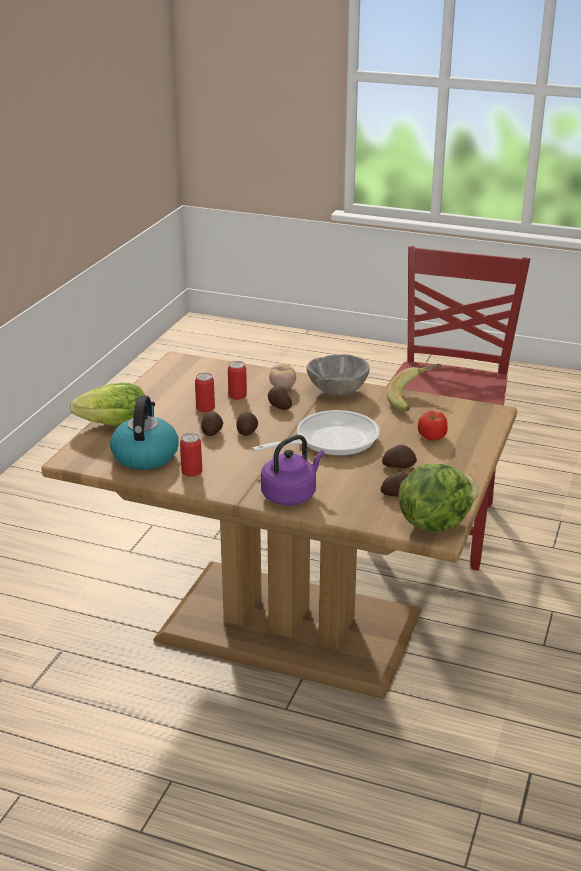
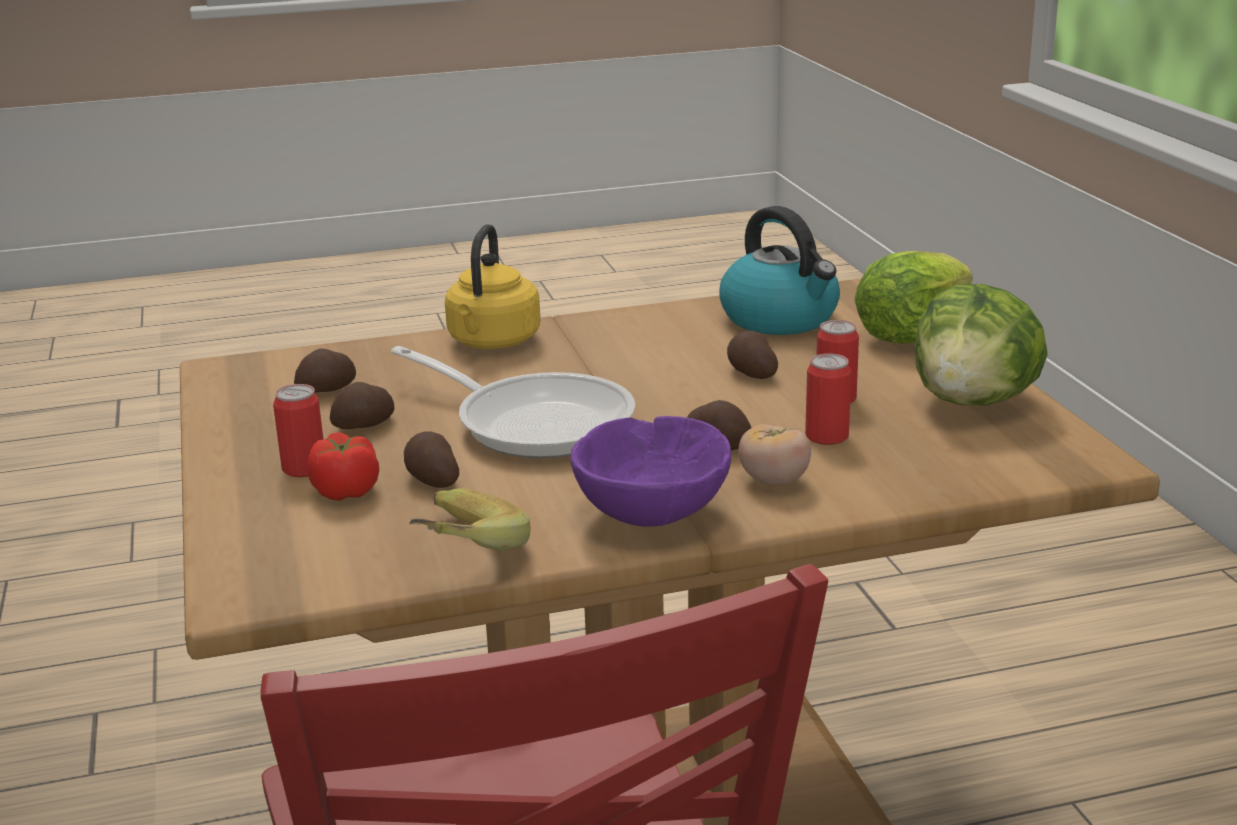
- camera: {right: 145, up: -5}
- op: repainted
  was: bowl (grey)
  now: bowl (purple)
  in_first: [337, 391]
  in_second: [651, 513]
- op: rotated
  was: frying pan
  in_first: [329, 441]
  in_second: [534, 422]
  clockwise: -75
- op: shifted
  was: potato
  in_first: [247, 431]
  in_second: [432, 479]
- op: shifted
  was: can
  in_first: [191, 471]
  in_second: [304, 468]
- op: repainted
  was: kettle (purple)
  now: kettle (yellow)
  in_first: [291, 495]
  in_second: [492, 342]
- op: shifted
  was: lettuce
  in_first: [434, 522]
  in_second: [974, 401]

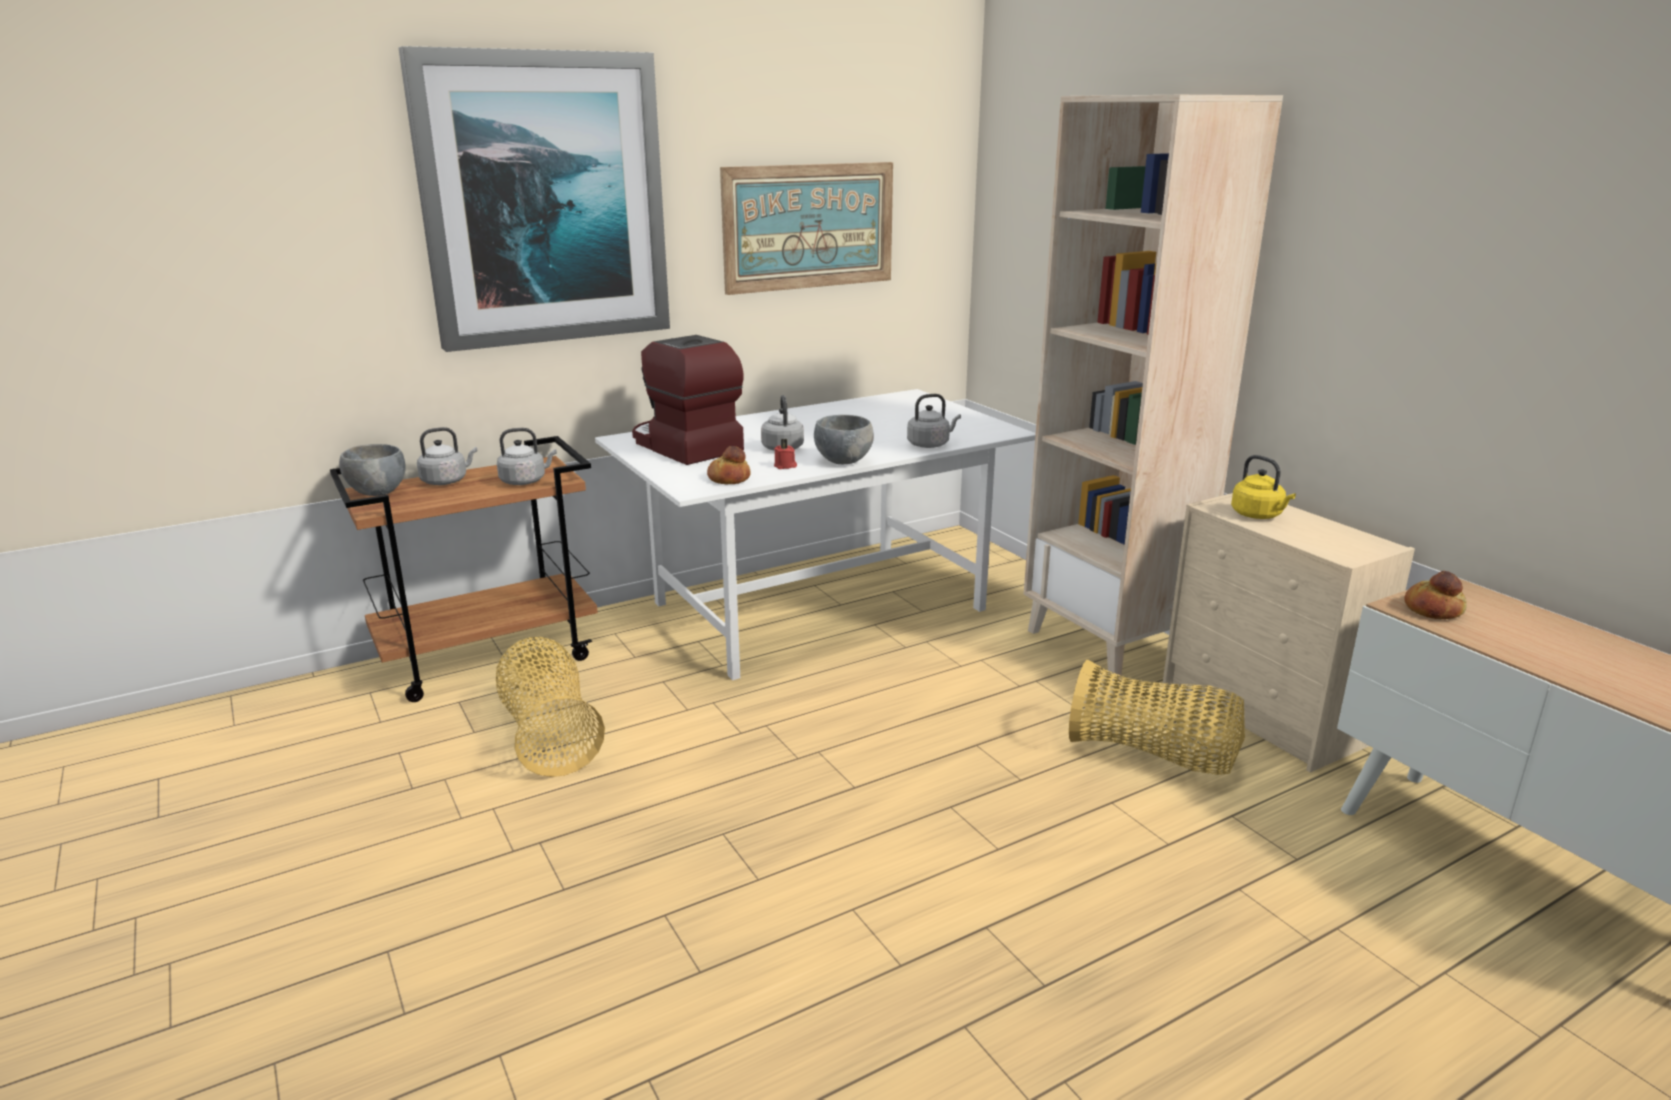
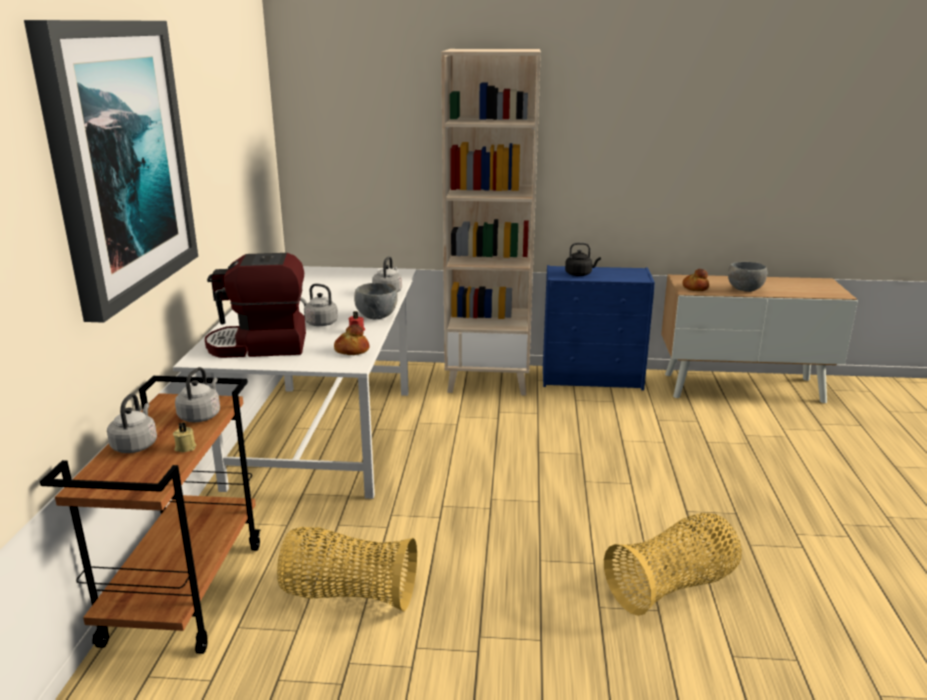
- camera: {right: -55, up: 0}
- op: gone
  was: picture
  in_first: [809, 226]
- op: shifted
  was: bowl (grey)
  in_first: [377, 493]
  in_second: [745, 290]
- op: repainted
  was: kettle (yellow)
  now: kettle (black)
  in_first: [1258, 515]
  in_second: [580, 274]
- op: repainted
  was: dresser (beige)
  now: dresser (blue)
  in_first: [1263, 716]
  in_second: [593, 378]
- op: shifted
  was: basket
  in_first: [1153, 755]
  in_second: [672, 587]
- op: new
  now: candle (beige)
  in_second: [185, 447]

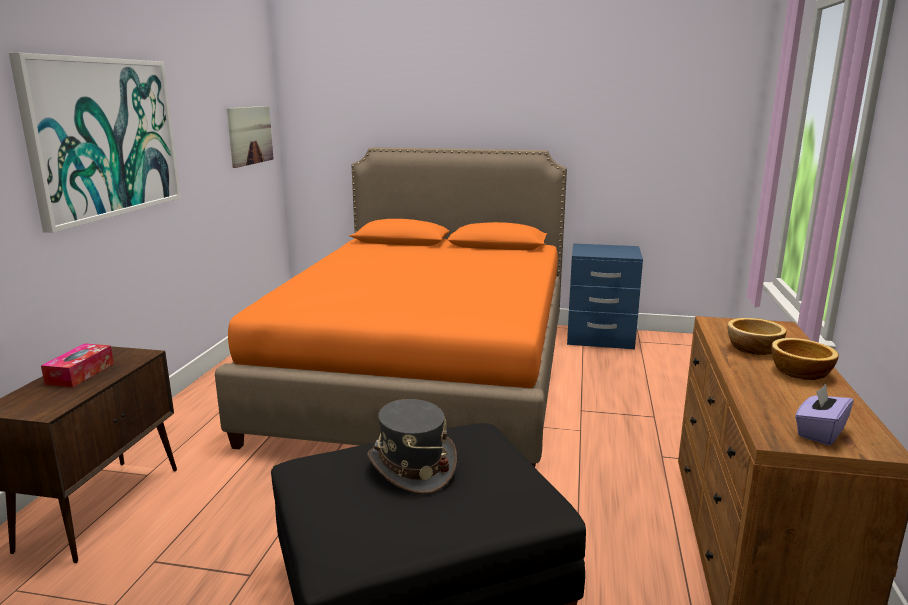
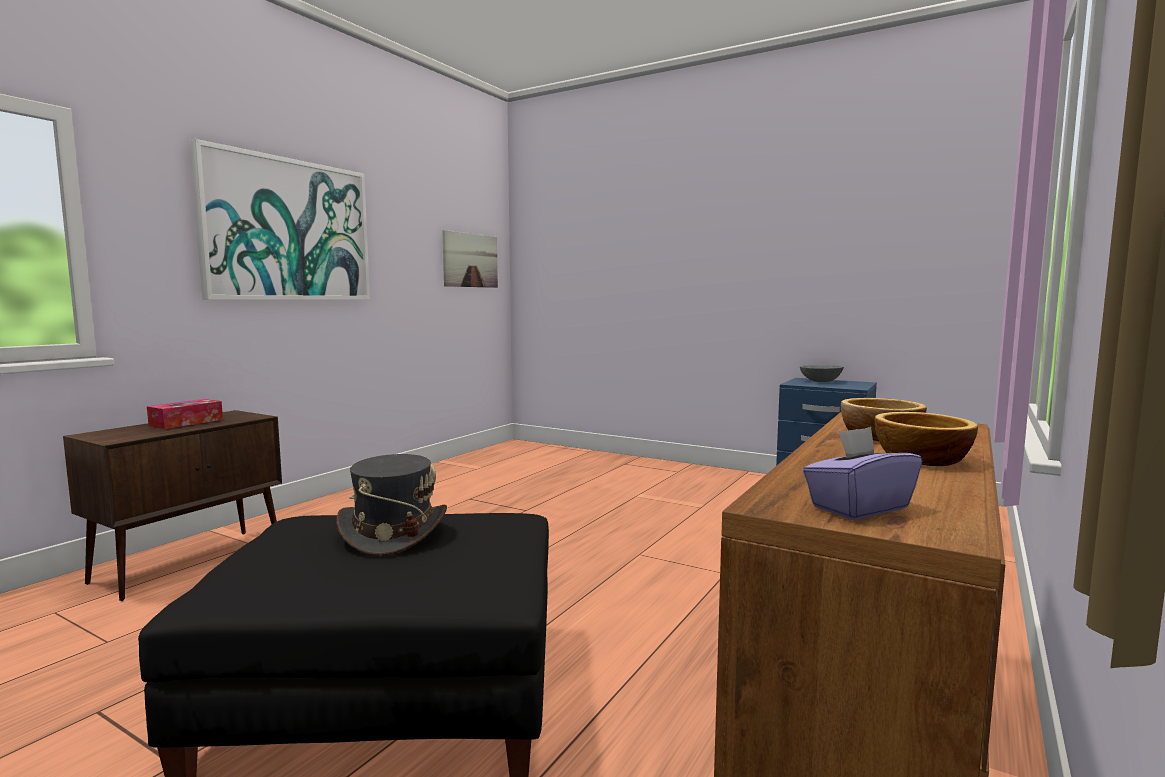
- camera: {right: 20, up: -10}
- op: gone
  was: bed (orange)
  in_first: [425, 375]
- op: new
  now: bowl (grey)
  in_second: [821, 381]

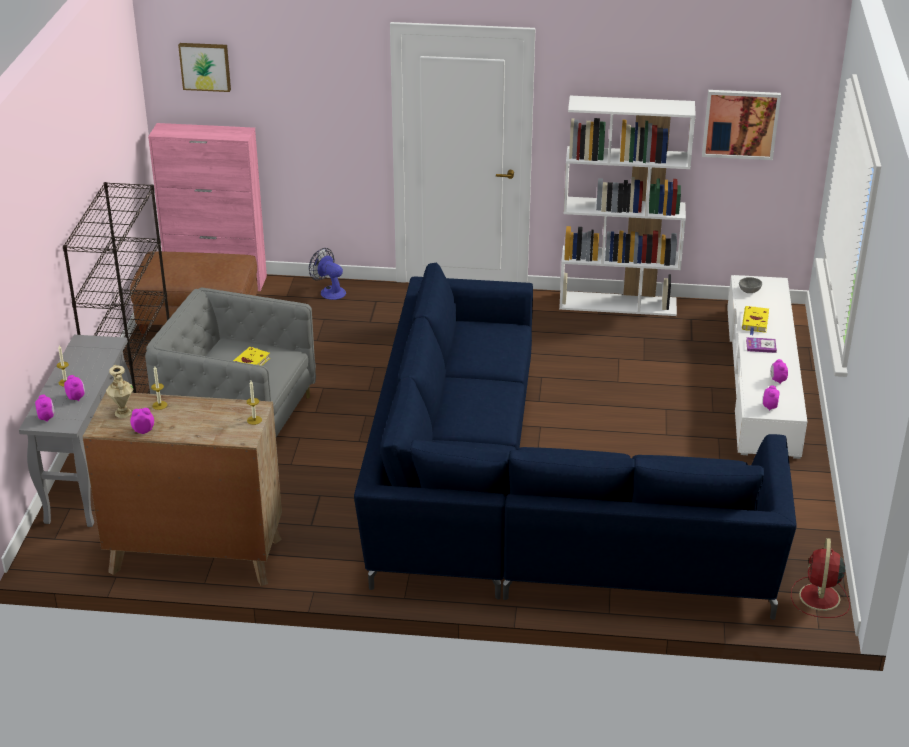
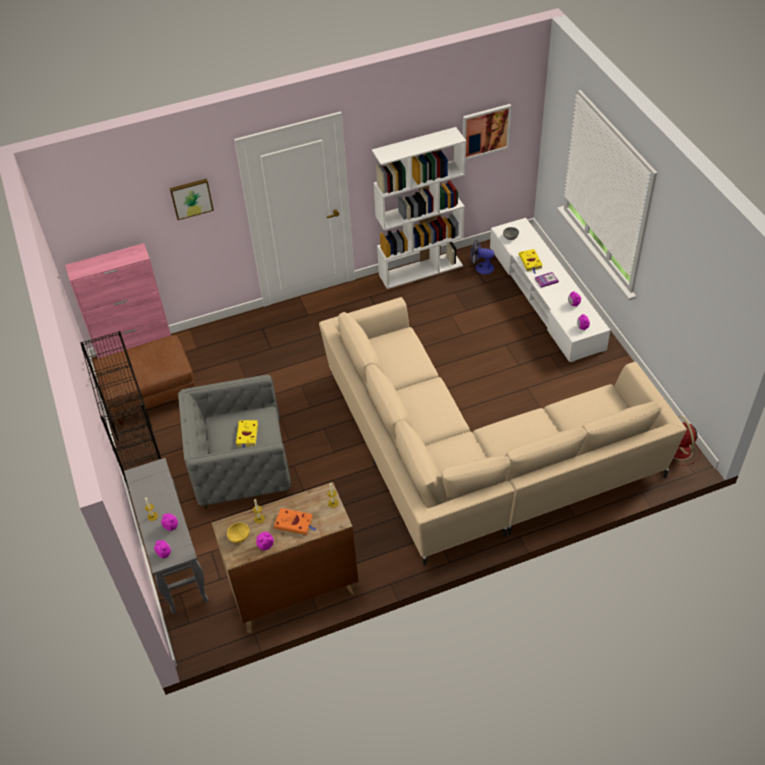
- camera: {right: -25, up: 15}
- op: shifted
  was: picture
  in_first: [205, 66]
  in_second: [191, 198]
- op: shifted
  was: fan
  in_first: [329, 291]
  in_second: [481, 267]
- op: repainted
  was: sofa (blue)
  now: sofa (beige)
  in_first: [524, 508]
  in_second: [473, 459]
- op: swapped
  was: vase (beige)
  now: bowl (yellow)
  in_first: [122, 412]
  in_second: [238, 536]
- op: new
  now: book (orange)
  in_second: [295, 523]

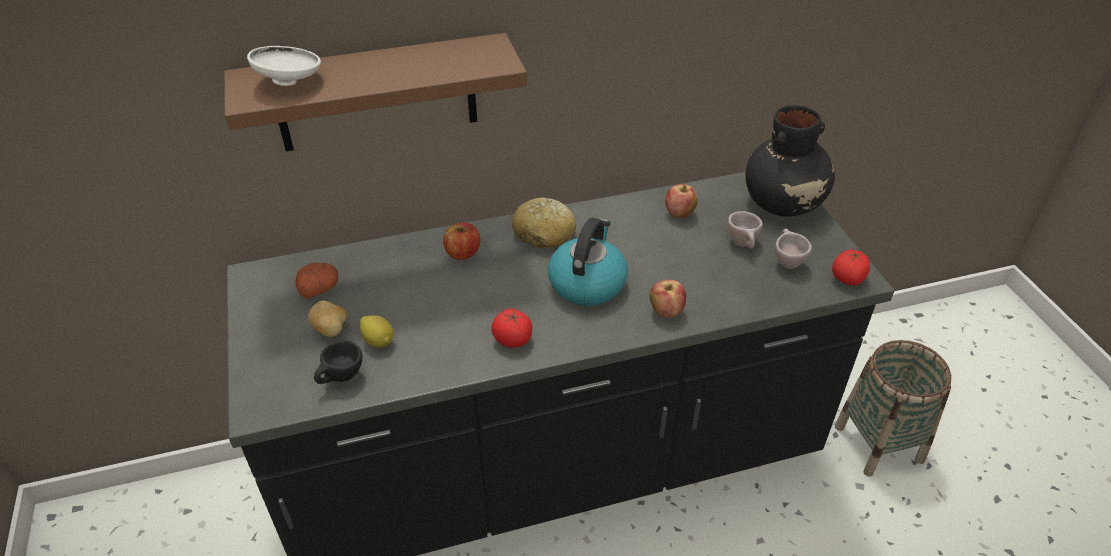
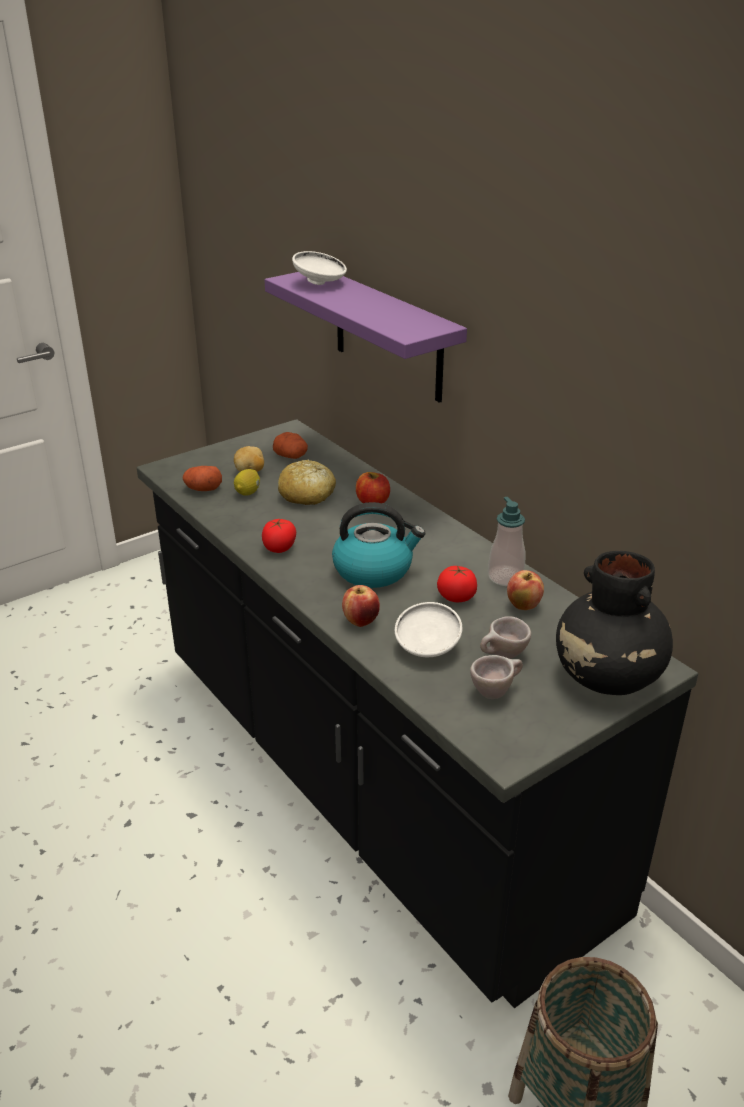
- camera: {right: 70, up: -10}
- op: repainted
  was: shelf (brown)
  now: shelf (purple)
  in_first: [376, 94]
  in_second: [388, 335]
- op: shifted
  was: bread
  in_first: [544, 233]
  in_second: [307, 494]
- op: shifted
  was: tomato
  in_first: [847, 278]
  in_second: [456, 597]
- op: swapped
  was: cup (black)
  now: potato
  in_first: [341, 379]
  in_second: [202, 489]
- op: new
  now: soap dispenser
  in_second: [505, 577]
- op: new
  now: bowl (white)
  in_second: [426, 648]

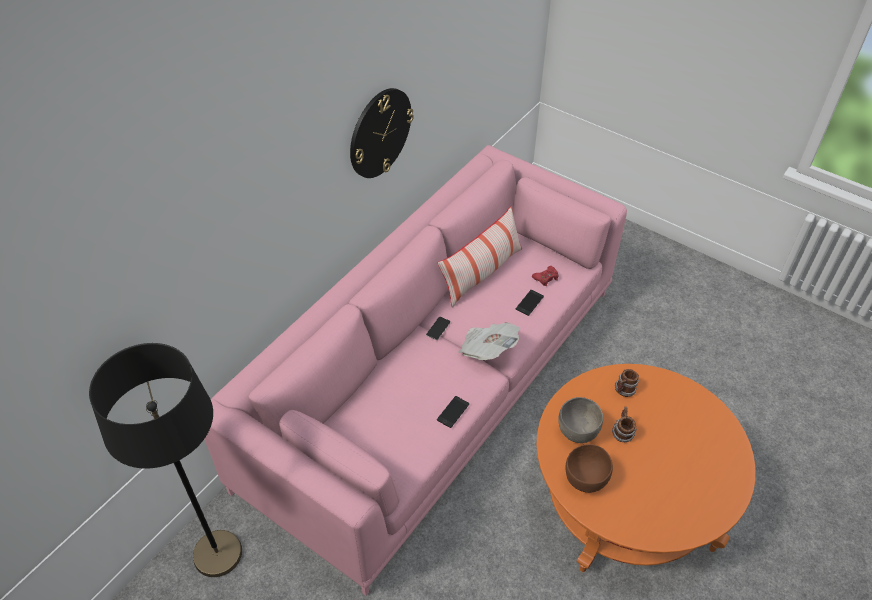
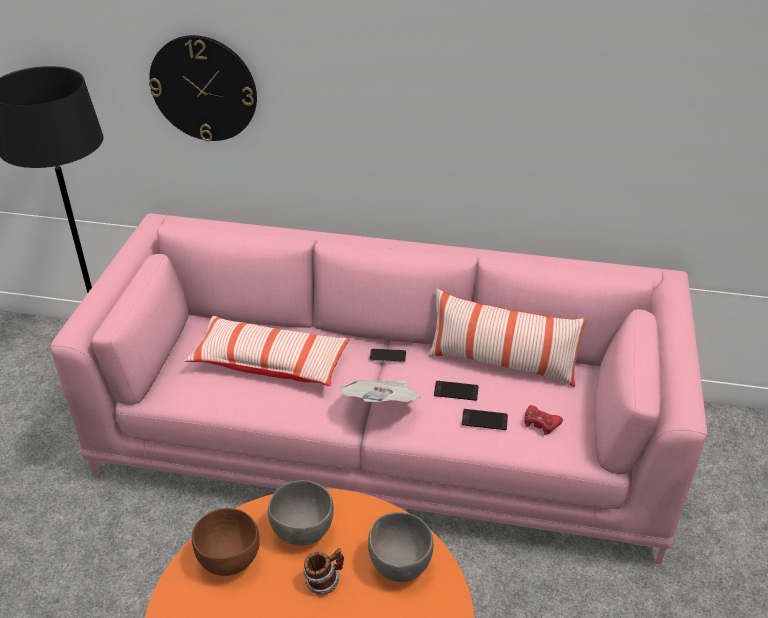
- camera: {right: 65, up: -10}
- op: shifted
  was: wall clock
  in_first: [380, 133]
  in_second: [204, 88]
- op: swapped
  was: mug
  now: bowl (grey)
  in_first: [624, 391]
  in_second: [399, 565]
- op: shifted
  was: phone
  in_first: [453, 412]
  in_second: [456, 391]
- op: new
  now: pillow
  in_second: [270, 363]

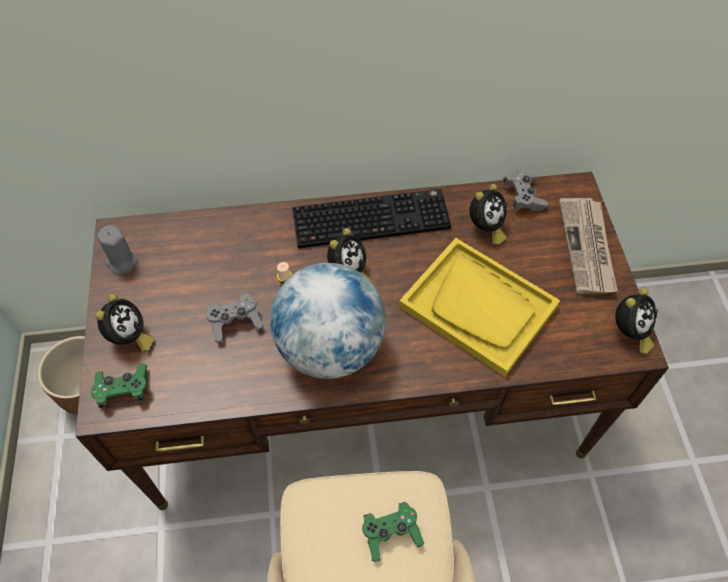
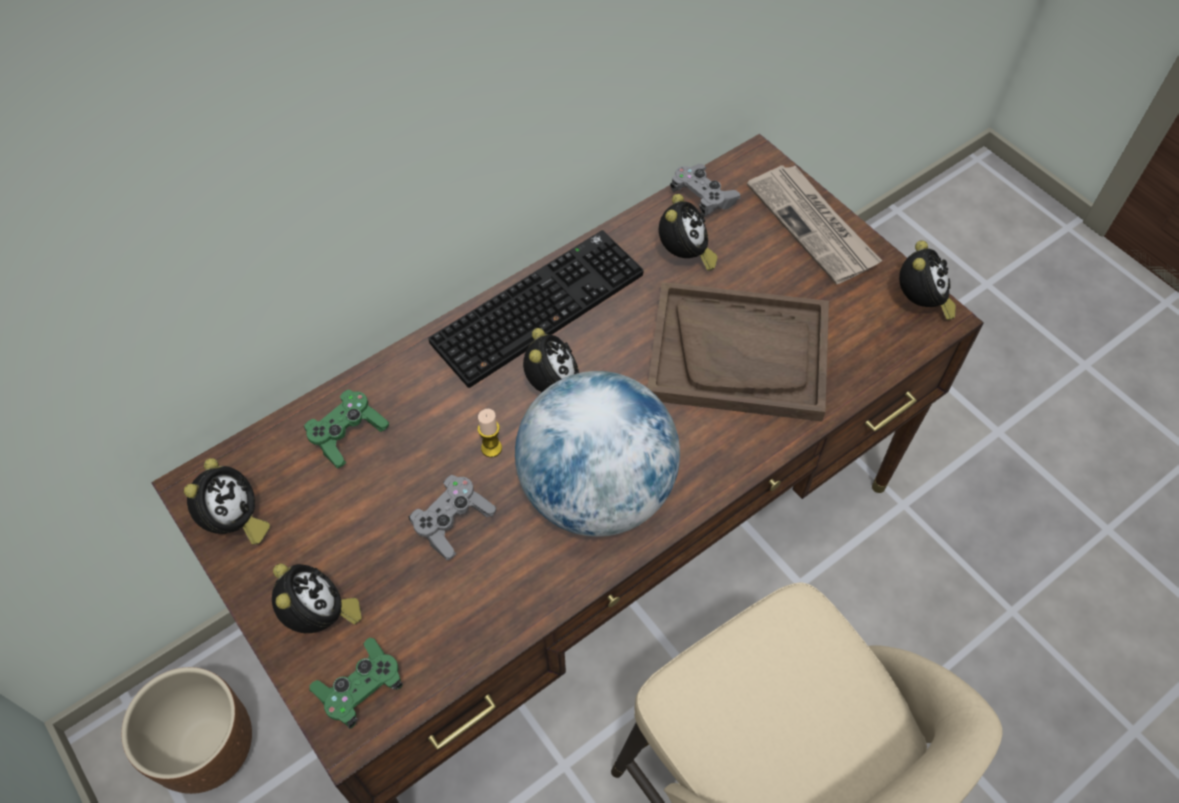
- camera: {right: -30, up: 0}
- op: swapped
  was: candle (grey)
  now: alarm clock
  in_first: [122, 262]
  in_second: [235, 522]
- op: repainted
  was: tray (yellow)
  now: tray (brown)
  in_first: [478, 307]
  in_second: [739, 354]
- op: shifted
  was: game controller (green)
  in_first: [391, 533]
  in_second: [347, 435]

